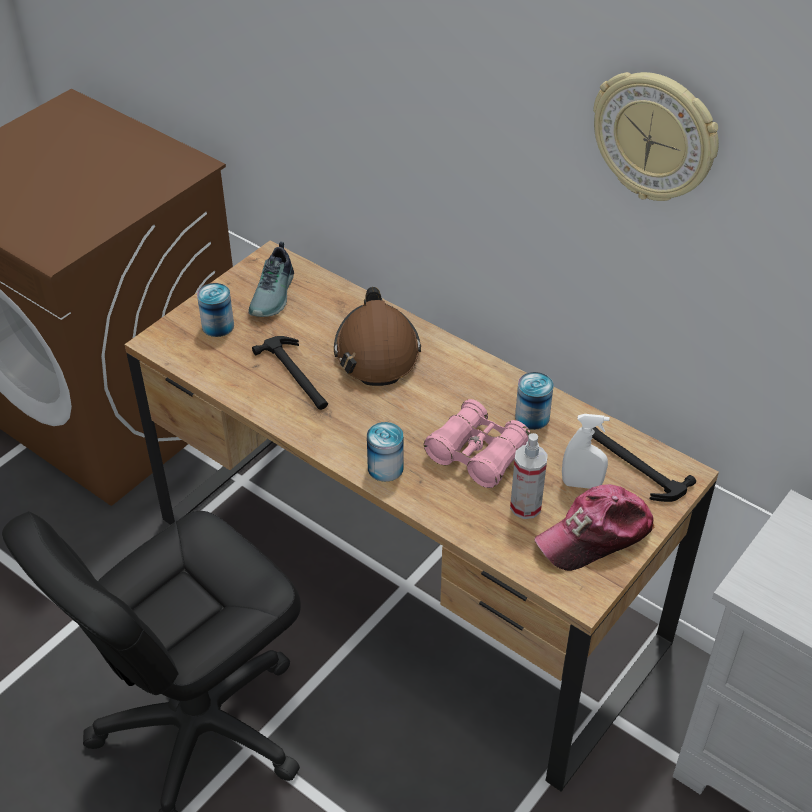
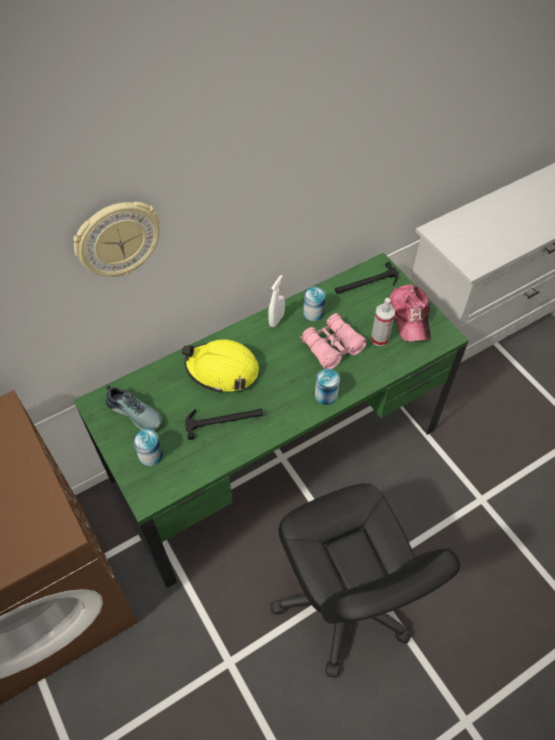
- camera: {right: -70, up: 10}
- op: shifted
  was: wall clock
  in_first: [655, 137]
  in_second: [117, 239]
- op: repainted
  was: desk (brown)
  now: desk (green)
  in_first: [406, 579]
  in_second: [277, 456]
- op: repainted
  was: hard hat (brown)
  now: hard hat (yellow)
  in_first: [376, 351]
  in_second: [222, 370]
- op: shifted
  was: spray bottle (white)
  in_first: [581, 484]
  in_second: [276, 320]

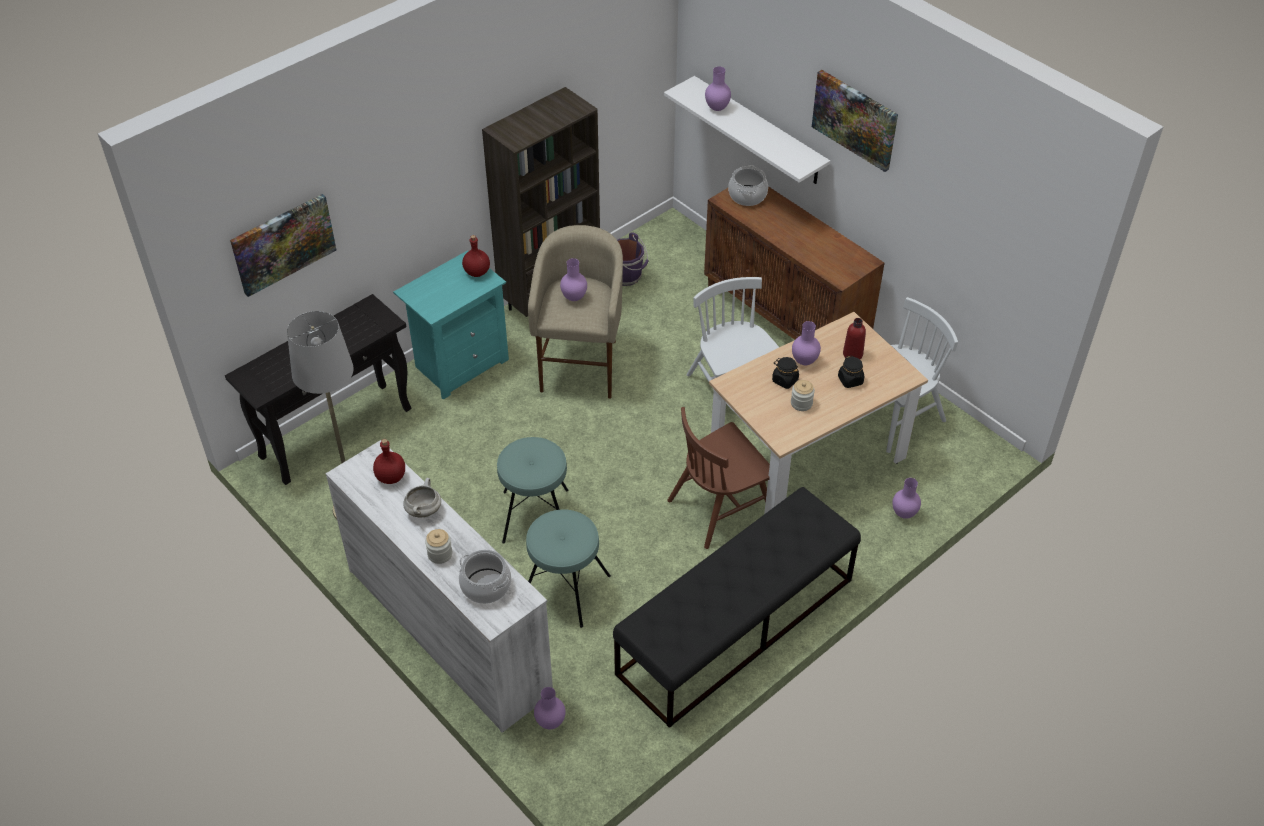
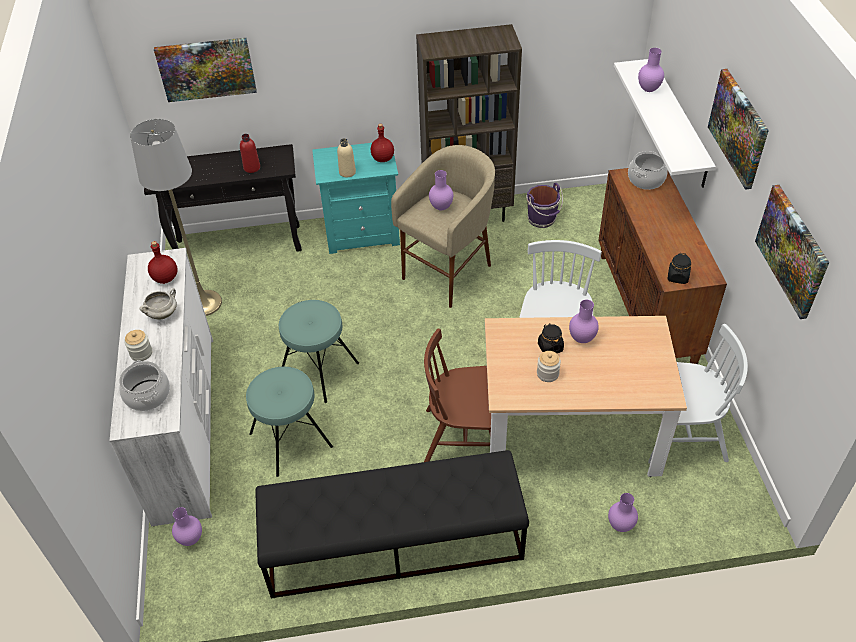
- camera: {right: 35, up: 0}
- op: shifted
  was: bottle (red)
  in_first: [852, 354]
  in_second: [252, 168]
- op: shifted
  was: jar (black)
  in_first: [850, 380]
  in_second: [677, 277]
- op: new
  now: bottle (beige)
  in_second: [347, 172]
- op: new
  now: picture
  in_second: [792, 250]

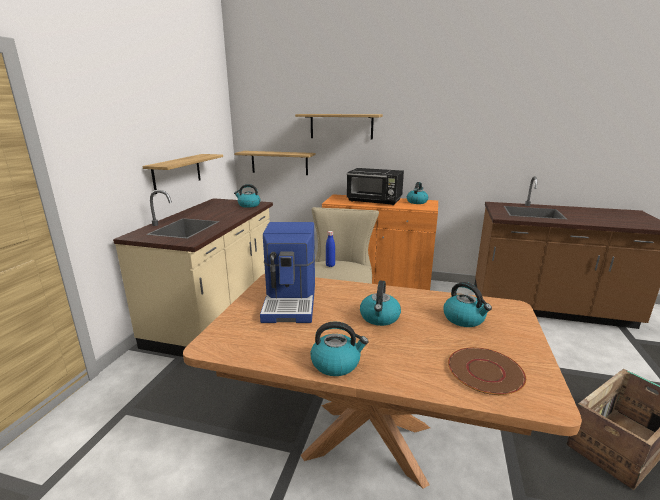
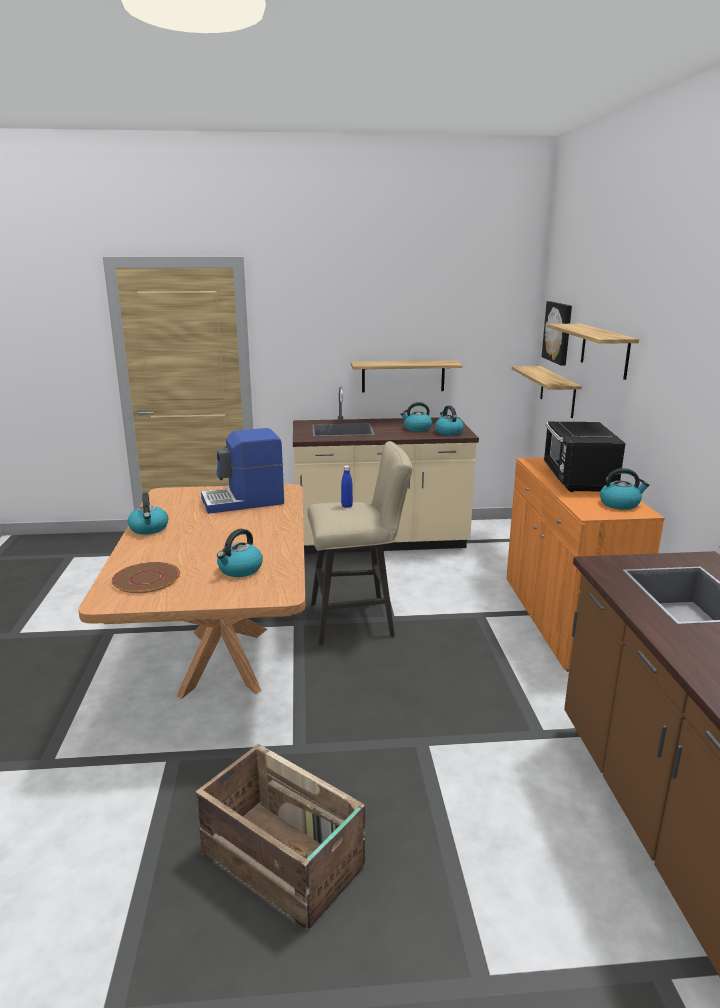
- camera: {right: 70, up: 0}
- op: shifted
  was: kettle
  in_first: [380, 318]
  in_second: [417, 428]
- op: new
  now: picture
  in_second: [559, 332]

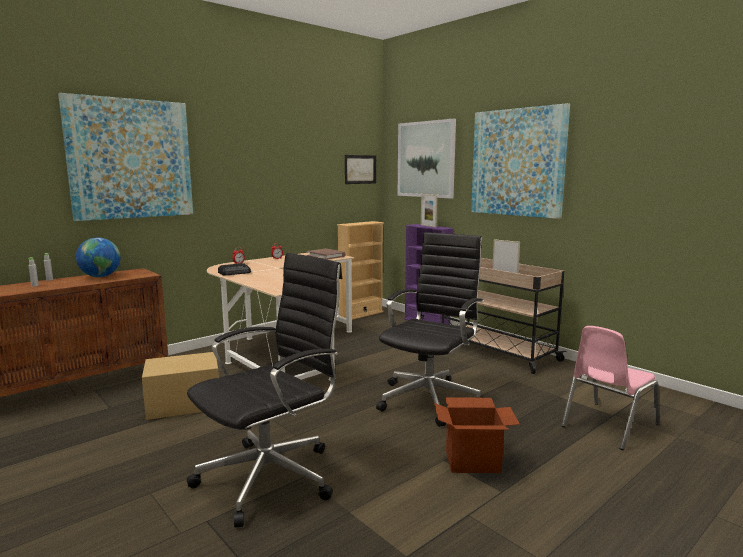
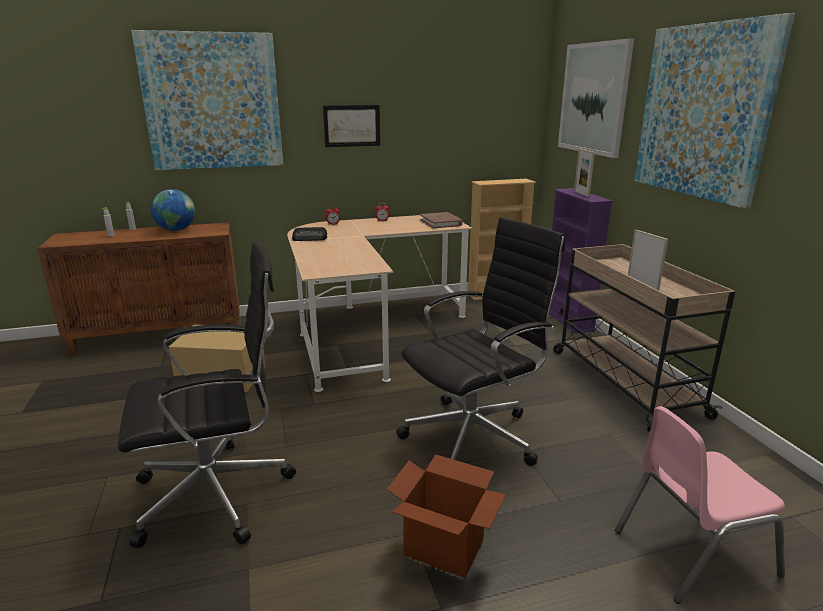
- camera: {right: 25, up: 10}
- op: shifted
  was: picture
  in_first: [360, 169]
  in_second: [352, 126]

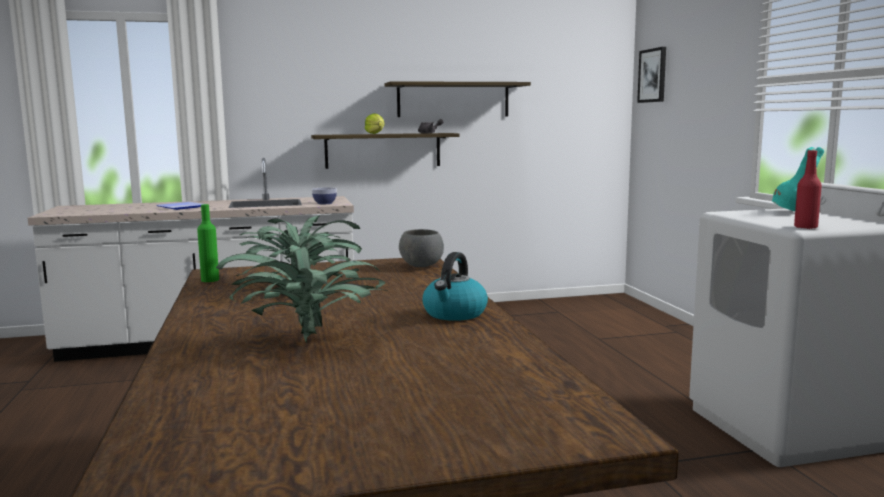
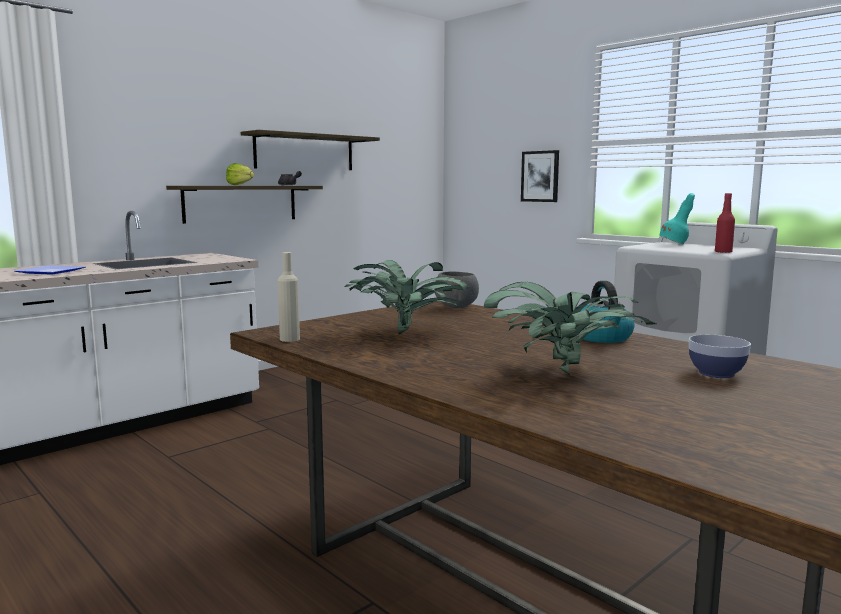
- camera: {right: -30, up: 0}
- op: shifted
  was: picture
  in_first: [652, 75]
  in_second: [540, 176]
- op: shifted
  was: bowl
  in_first: [324, 203]
  in_second: [716, 373]
- op: repainted
  was: bottle (green)
  now: bottle (beige)
  in_first: [210, 280]
  in_second: [289, 339]

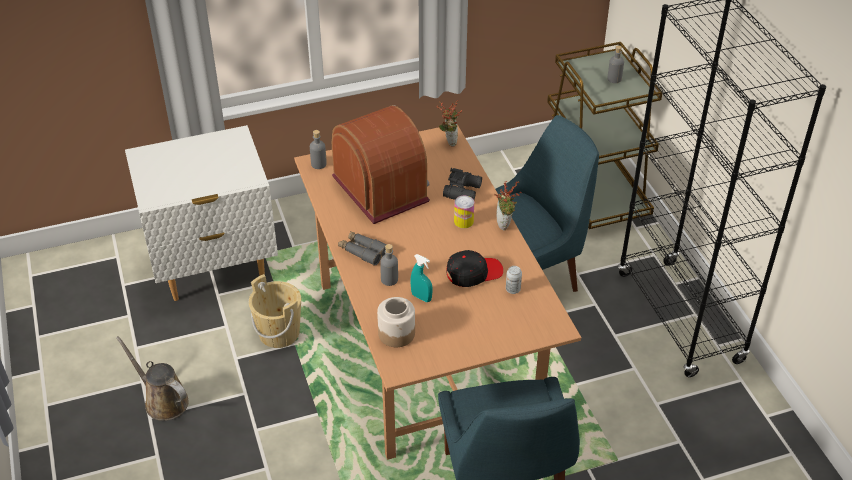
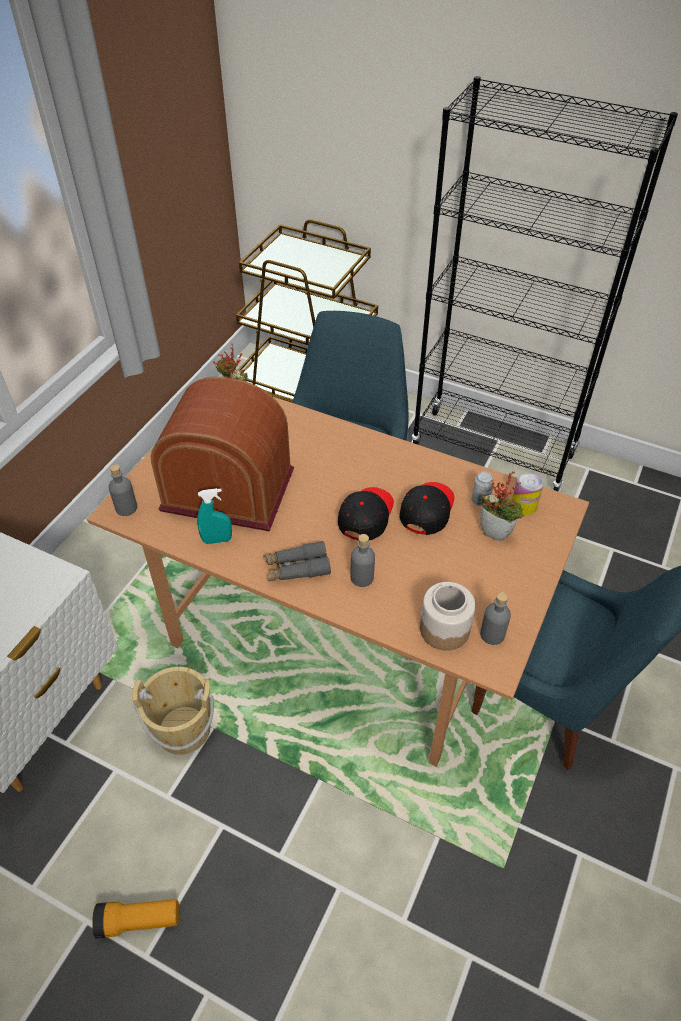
- camera: {right: -45, up: 5}
- op: shifted
  was: bottle (grey)
  in_first: [614, 79]
  in_second: [492, 634]
- op: gone
  was: binoculars (black)
  in_first: [463, 191]
- op: shifted
  was: potted plant
  in_first: [505, 225]
  in_second: [497, 532]
- op: shifted
  was: can
  in_first: [463, 221]
  in_second: [524, 505]
- op: shifted
  was: spray bottle (turquoise)
  in_first: [421, 297]
  in_second: [217, 540]
- op: swapped
  was: watering can (brown)
  now: flashlight
  in_first: [163, 400]
  in_second: [139, 921]
- op: new
  now: cap (black)
  in_second: [366, 516]

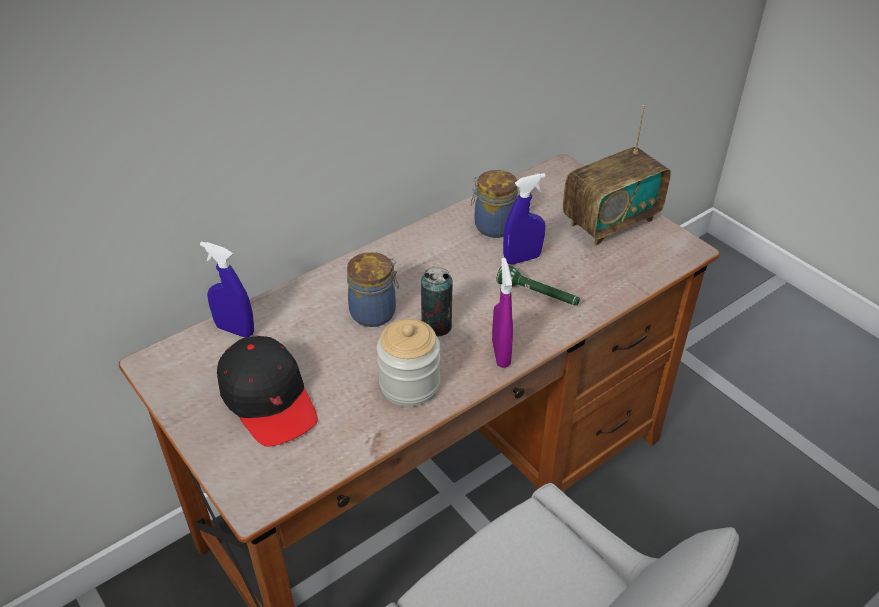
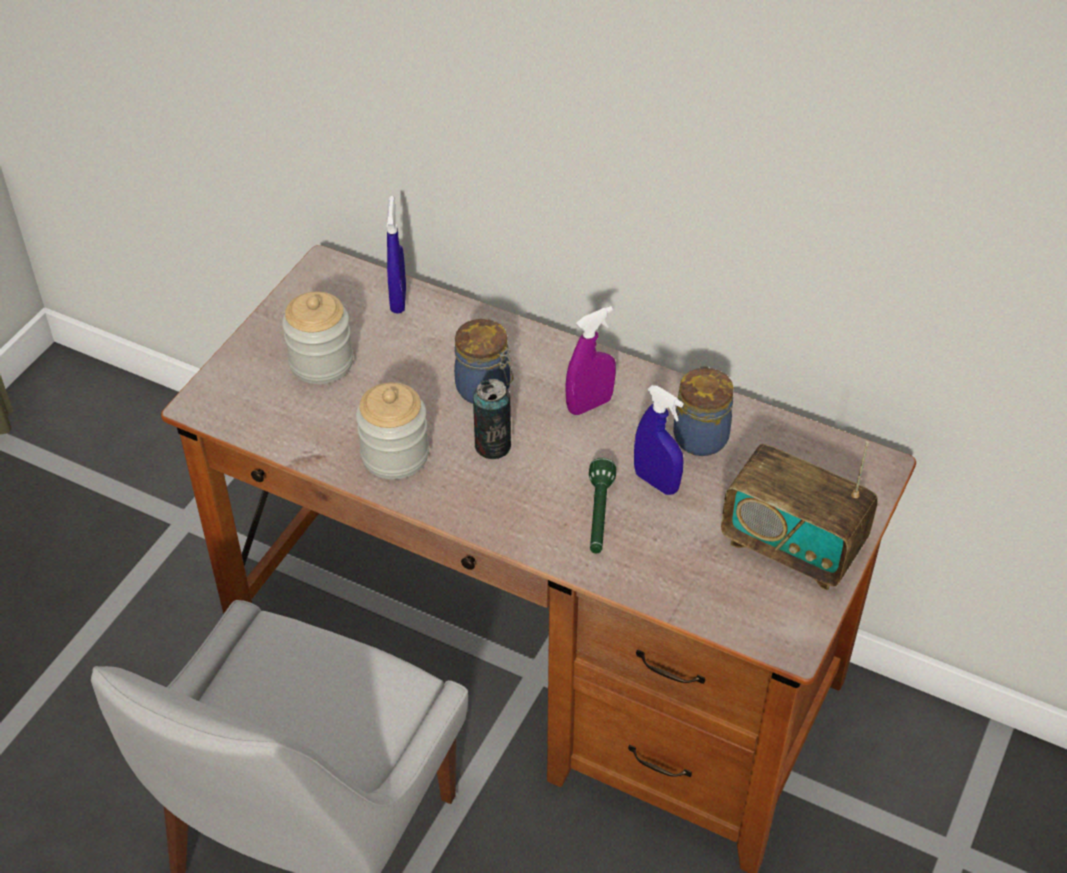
- camera: {right: 65, up: 5}
- op: shifted
  was: spray bottle (purple)
  in_first: [501, 354]
  in_second: [589, 405]
- op: swapped
  was: cap (black)
  now: jar
  in_first: [269, 400]
  in_second: [321, 362]

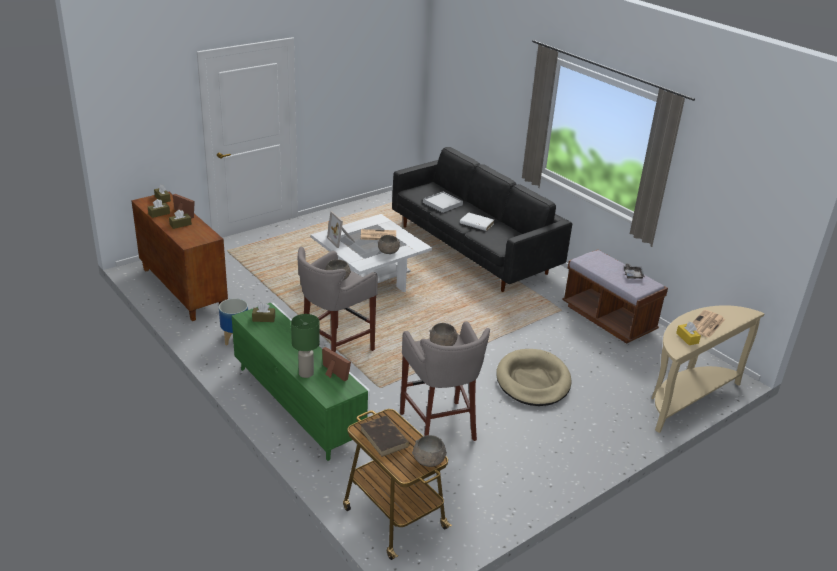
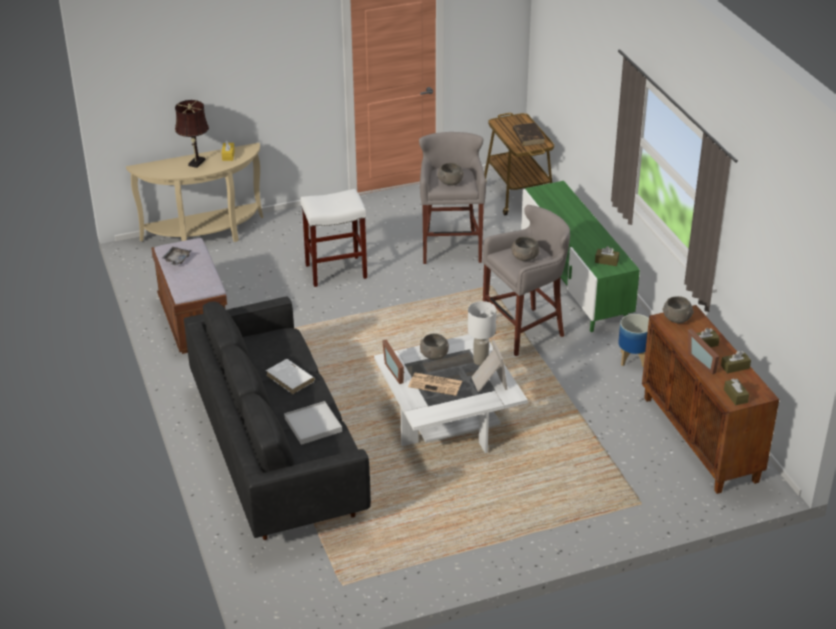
- camera: {right: -160, up: 5}
- op: swapped
  was: newspaper
  now: table lamp (brown)
  in_first: [706, 324]
  in_second: [195, 163]
- op: gone
  was: table lamp (green)
  in_first: [306, 373]
- op: shifted
  was: picture frame
  in_first: [333, 374]
  in_second: [396, 371]
- op: swapped
  was: dog bed (beige)
  now: stool (white)
  in_first: [533, 381]
  in_second: [336, 271]
- op: shifted
  was: bowl (grey)
  in_first: [428, 460]
  in_second: [677, 318]
- op: new
  now: table lamp (white)
  in_second: [481, 361]

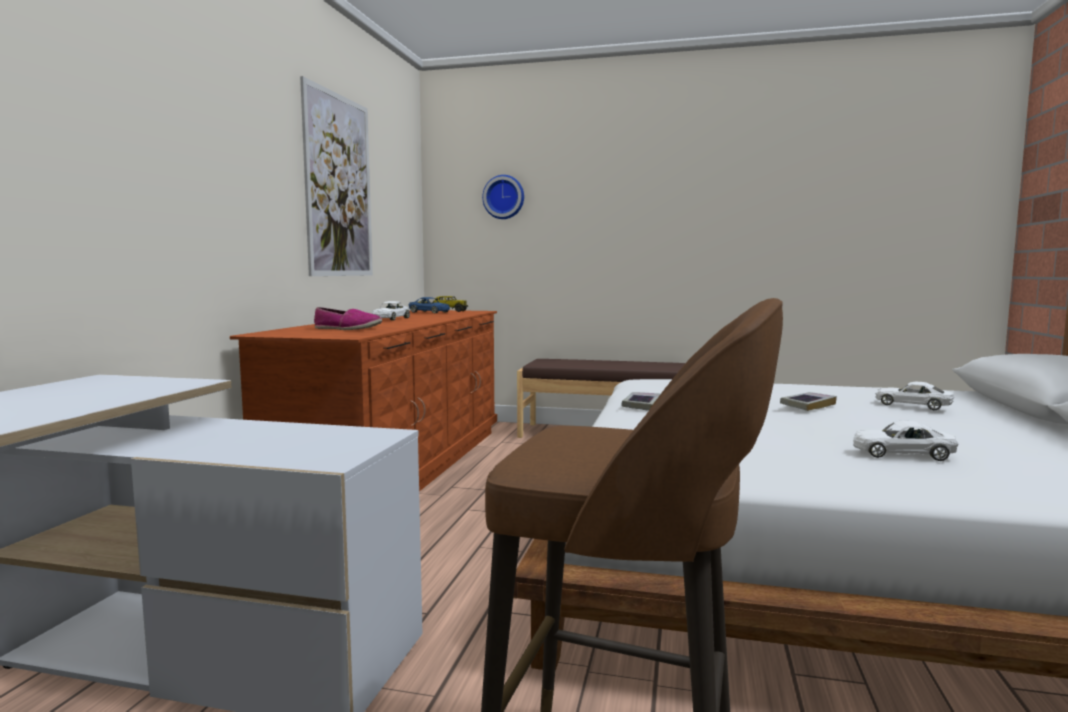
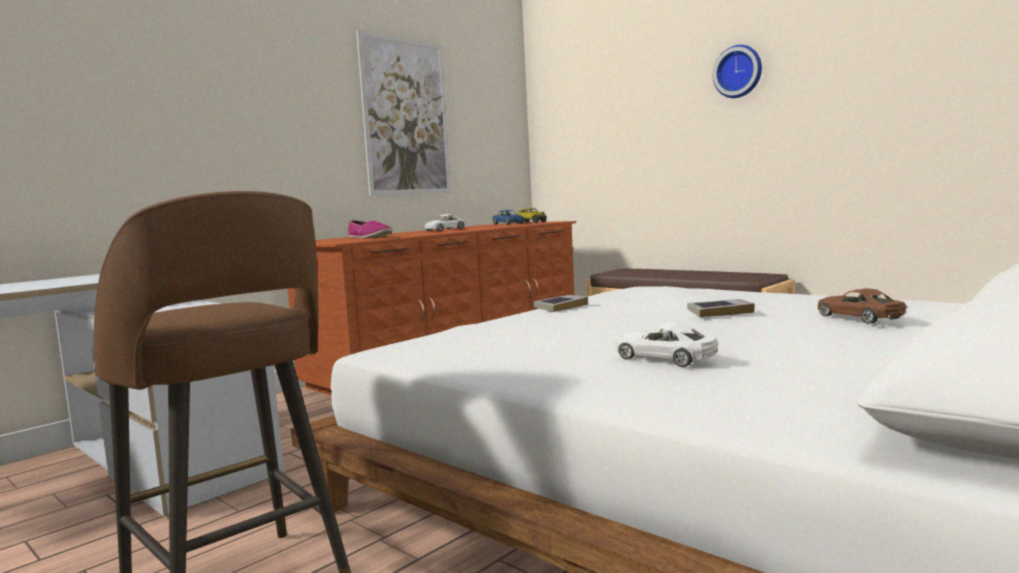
- camera: {right: 30, up: 0}
- op: shifted
  was: wall clock
  in_first: [504, 197]
  in_second: [738, 72]
- op: repainted
  was: toy car (white)
  now: toy car (brown)
  in_first: [912, 405]
  in_second: [859, 317]

